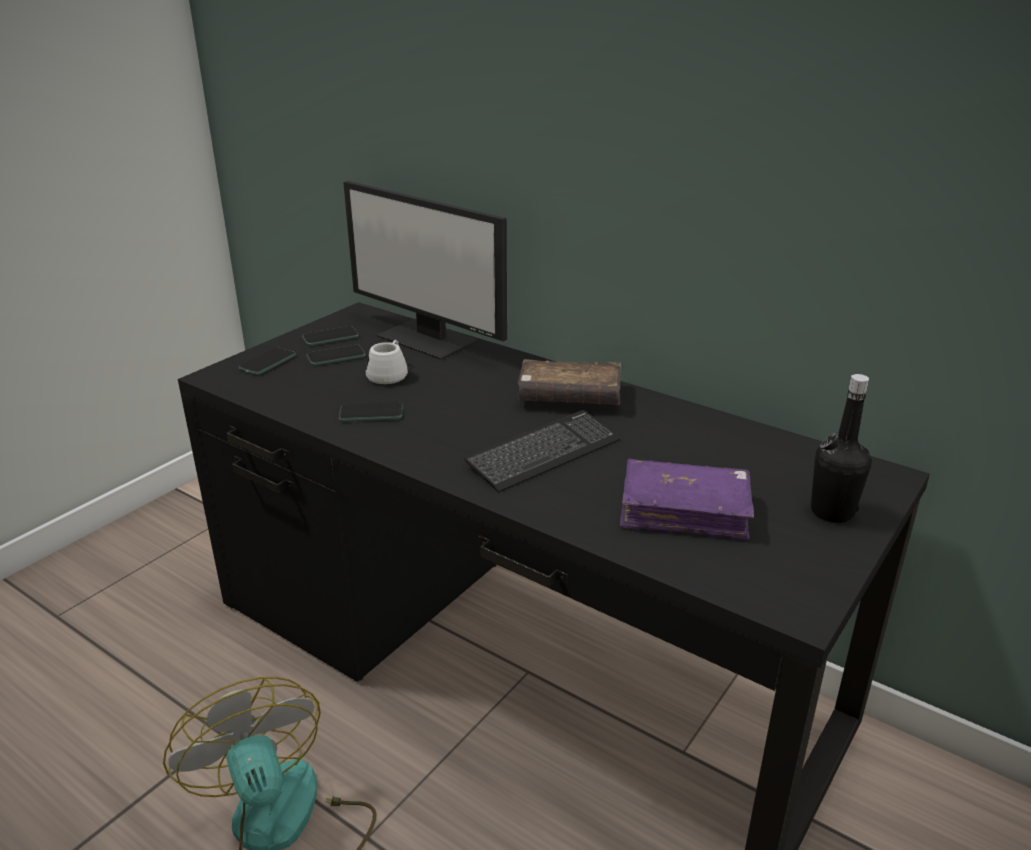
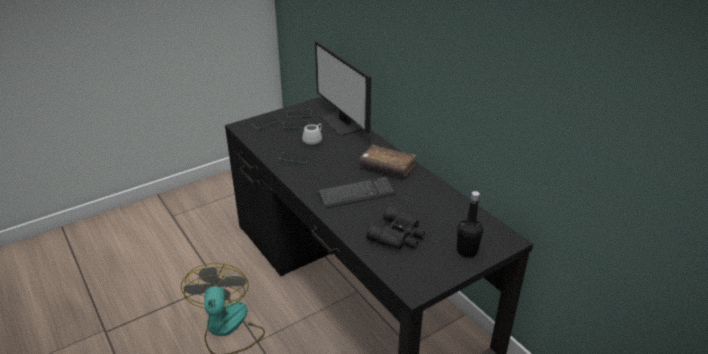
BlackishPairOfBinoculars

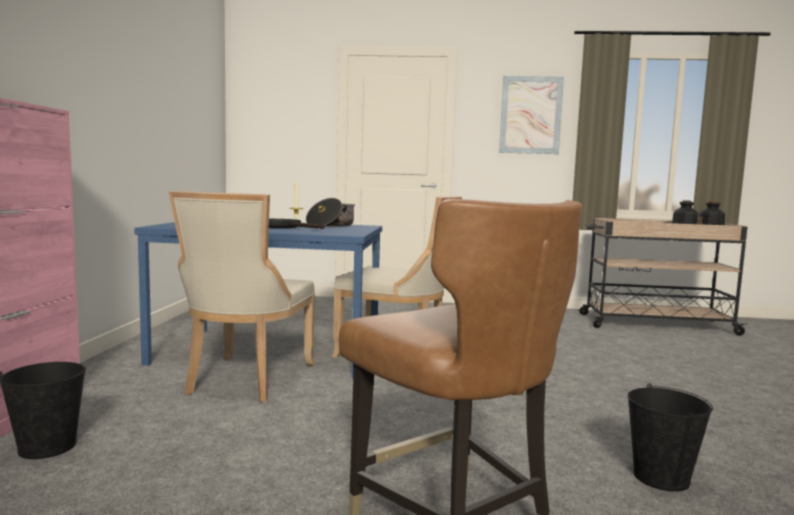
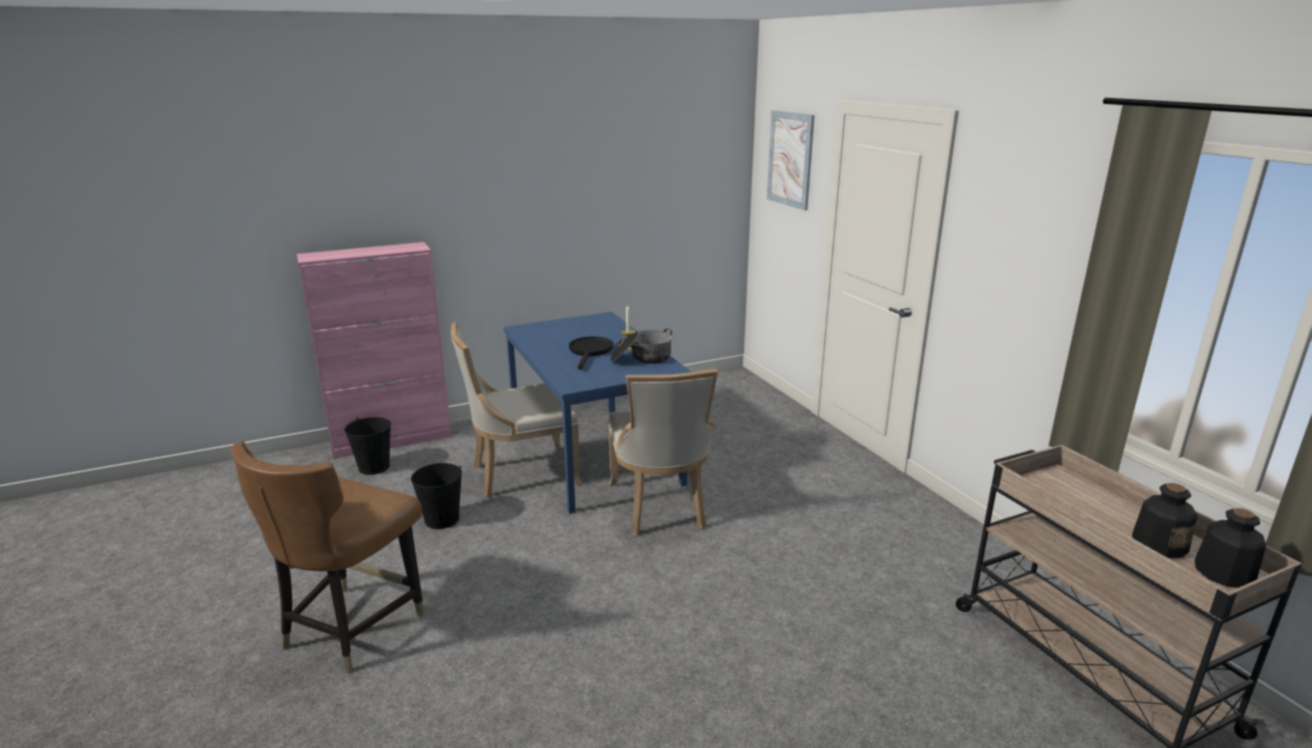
WallArt
BlackishBucket (2nd from left)

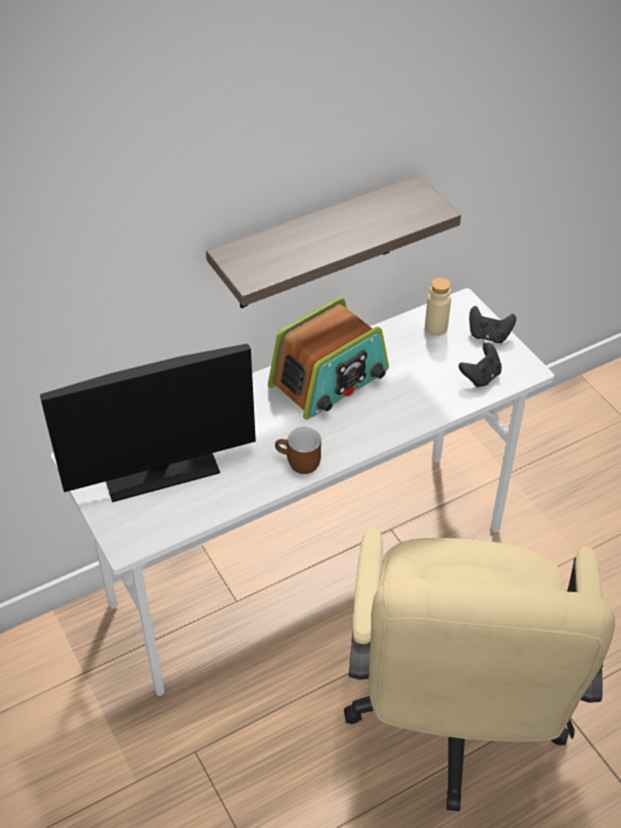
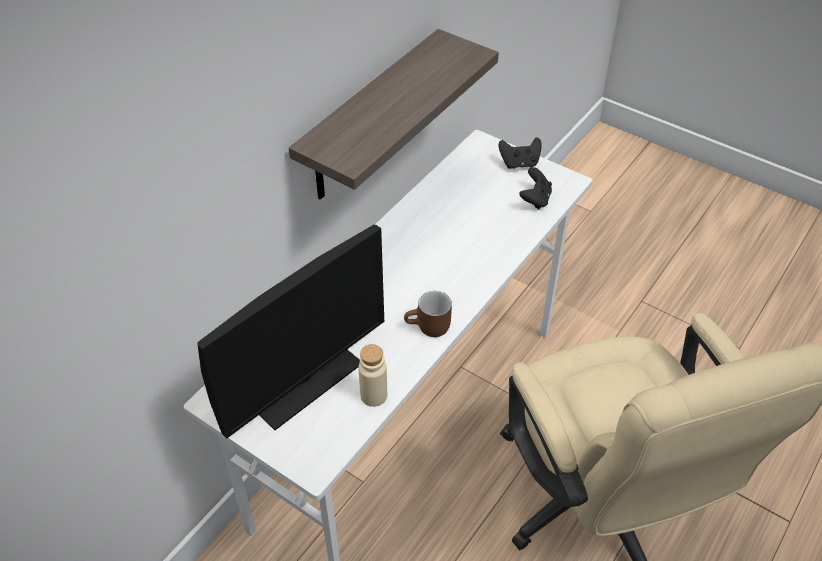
BeigeColouredBottle
RadioReceiver

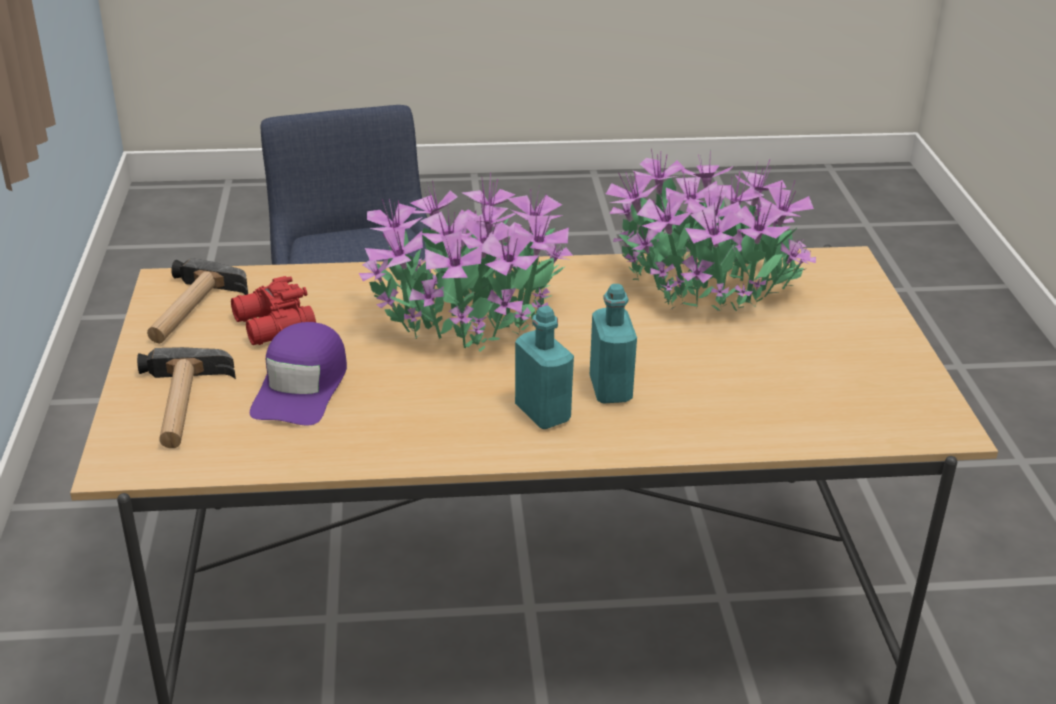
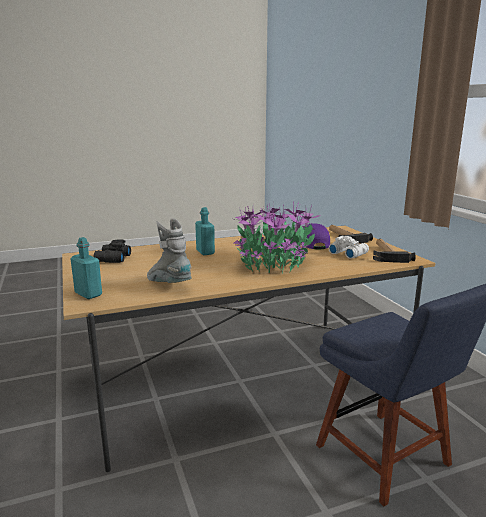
GreyBoot
WhitePairOfBinoculars
BlueGreenBottle (1st from left)
BlackishPairOfBinoculars

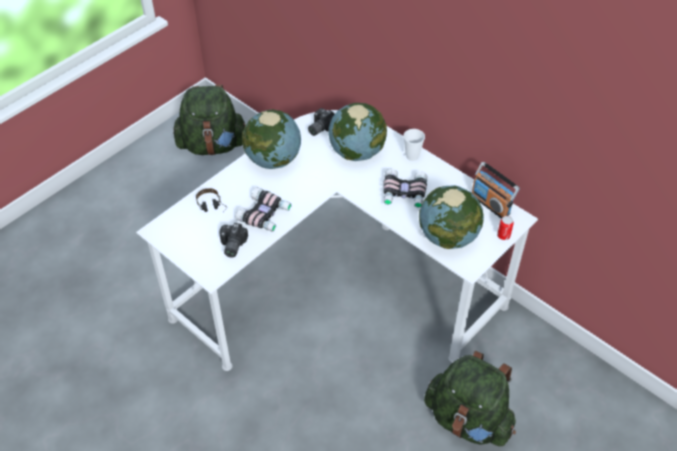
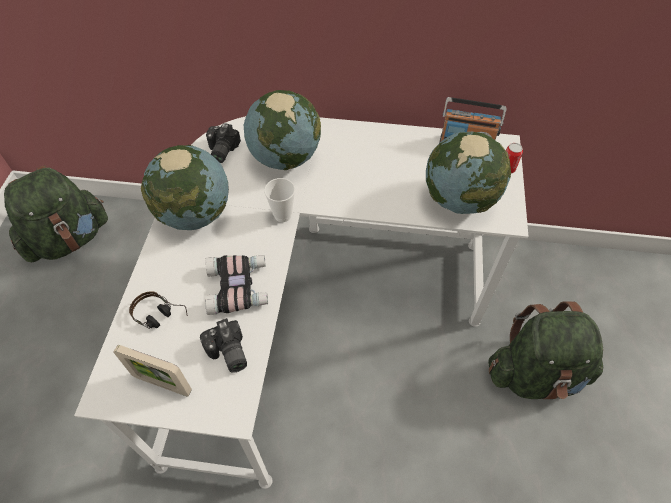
Cup
PairOfBinoculars (2nd from left in the first image)
PictureFrame

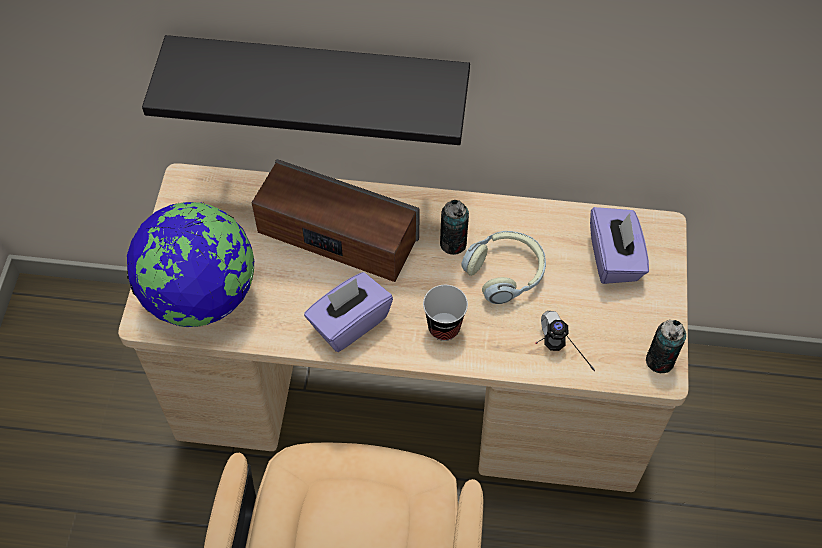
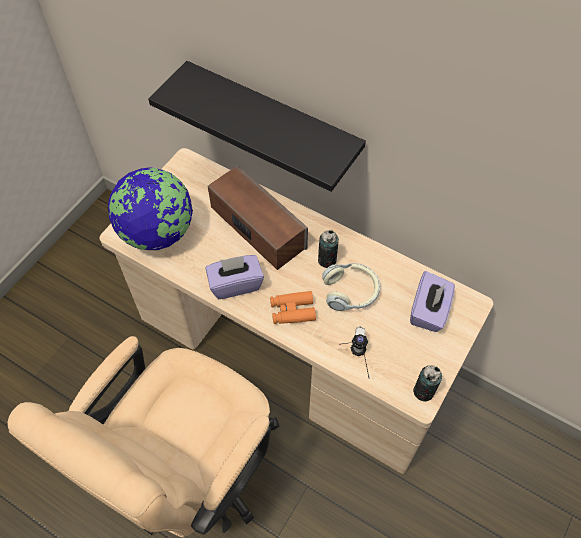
OrangeColouredPairOfBinoculars

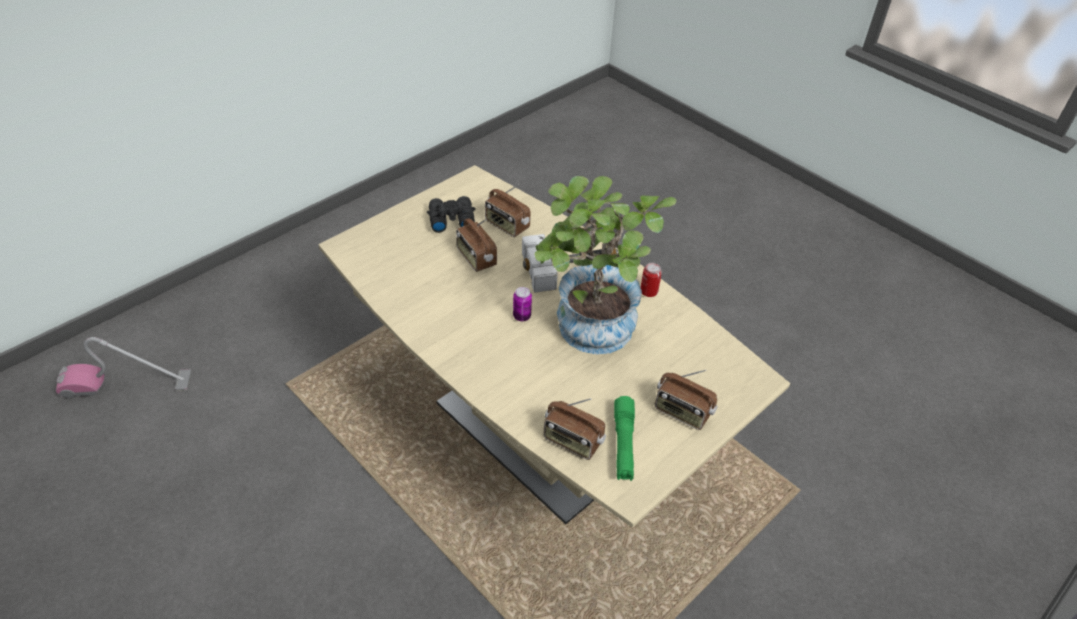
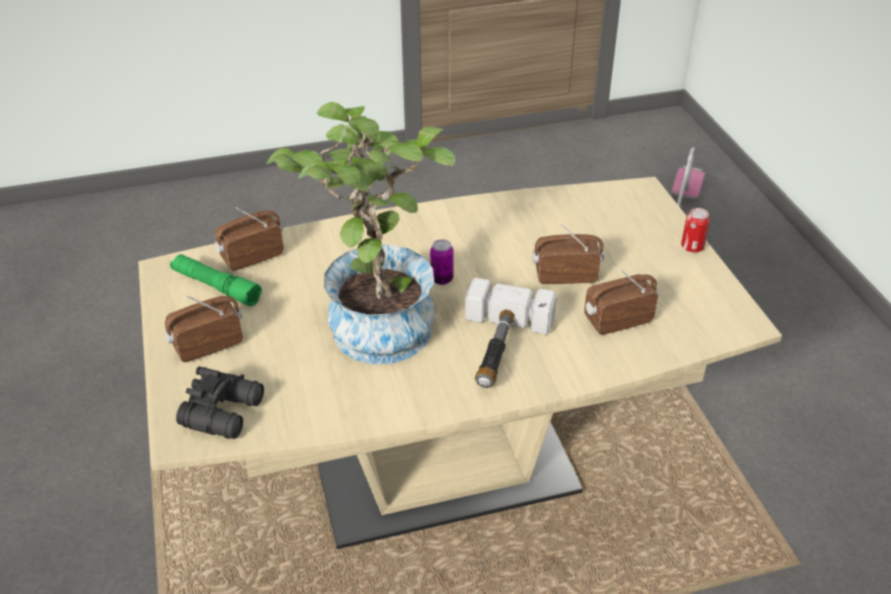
BlackishPairOfBinoculars
Can (2nd from left)

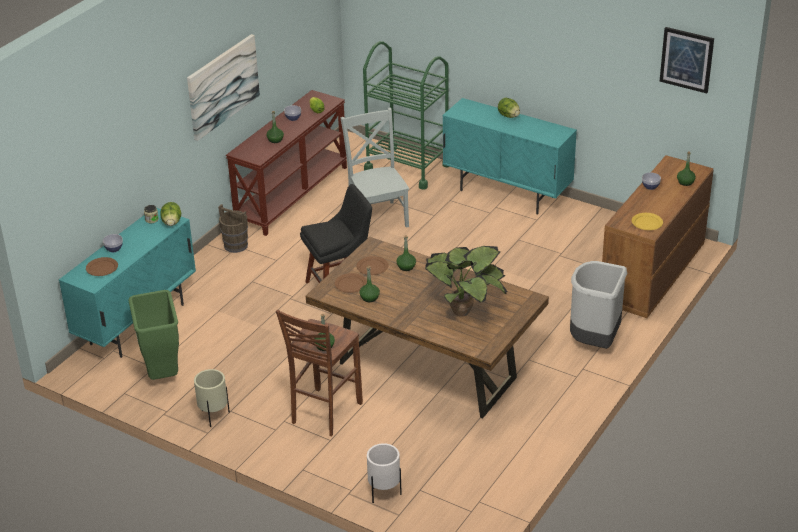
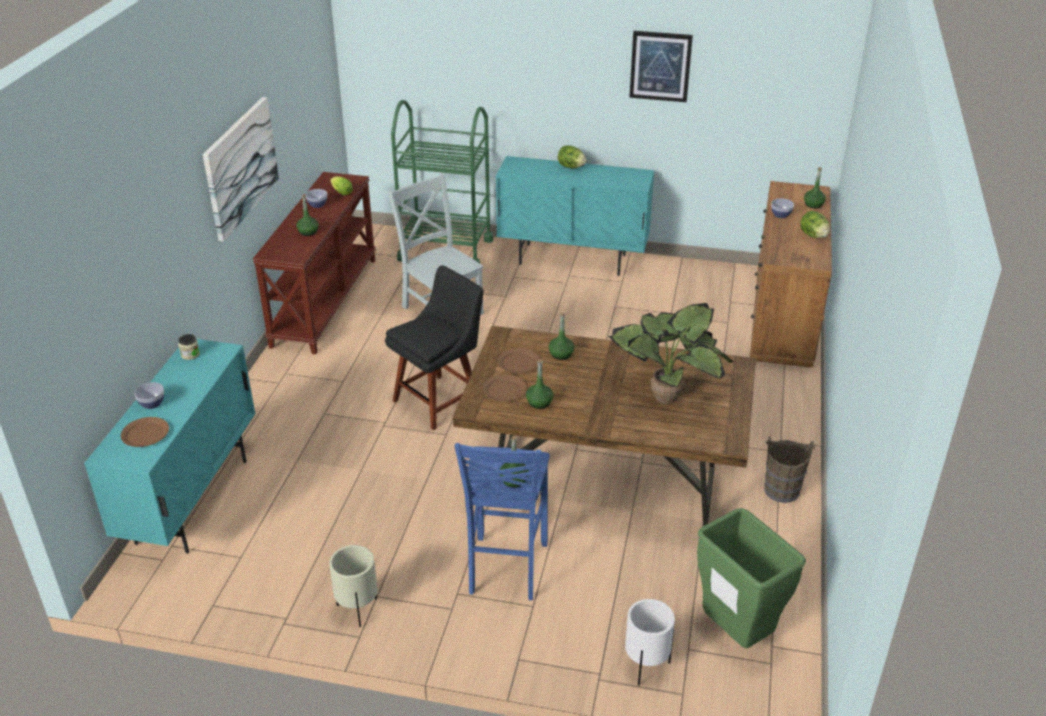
WallArt (2nd from left)
LettuceHead (3rd from left)
BrownColouredBucket
YellowDinnerPlate
GreyWasteBin
GreenishWasteBin
BlueStoolSeat

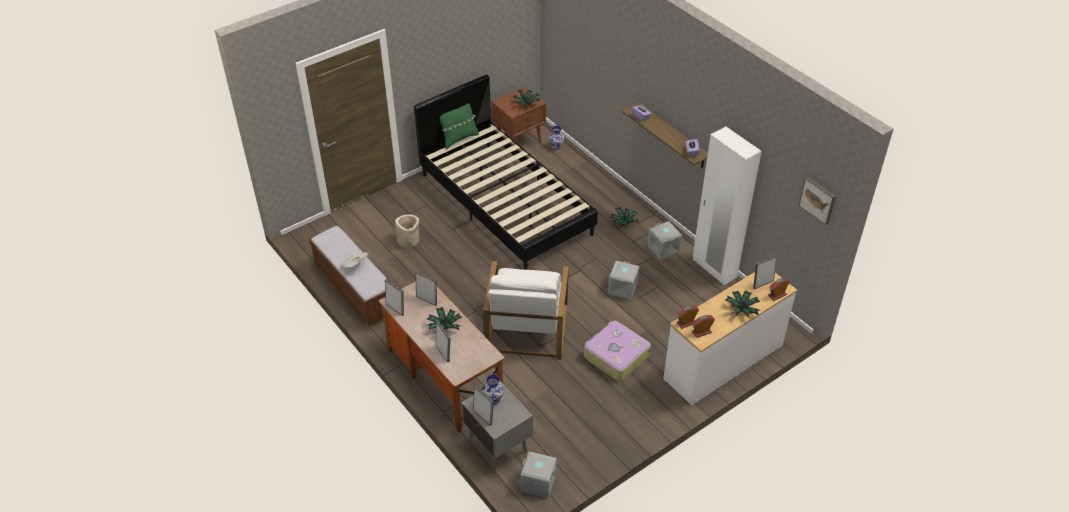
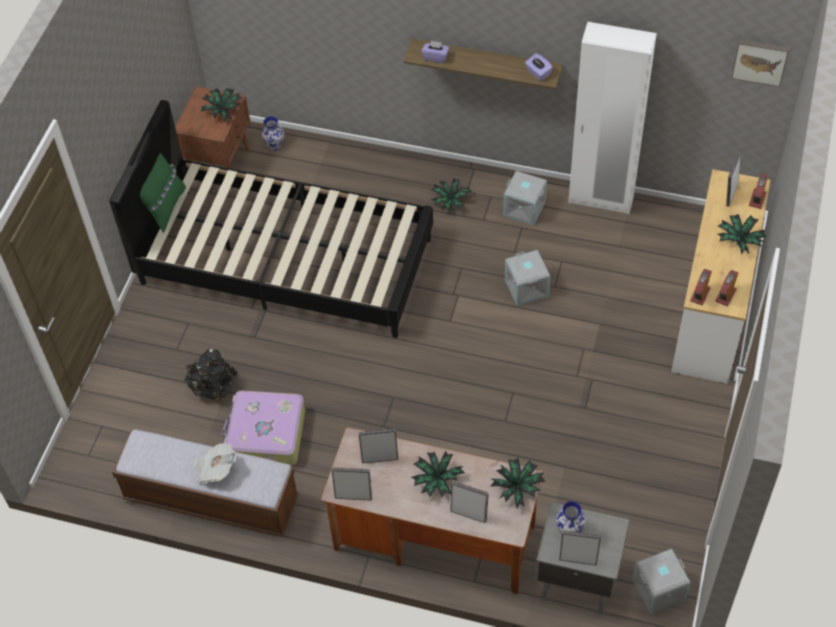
BlackishKnapsack
WhiteLoungeChair
PieceOfLuggage
PottedPlant (4th from left)

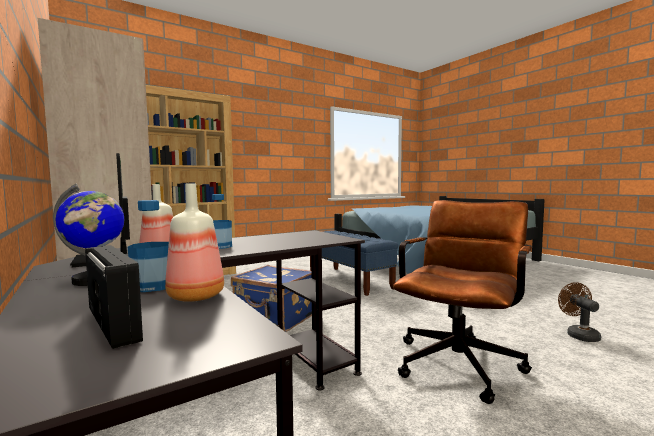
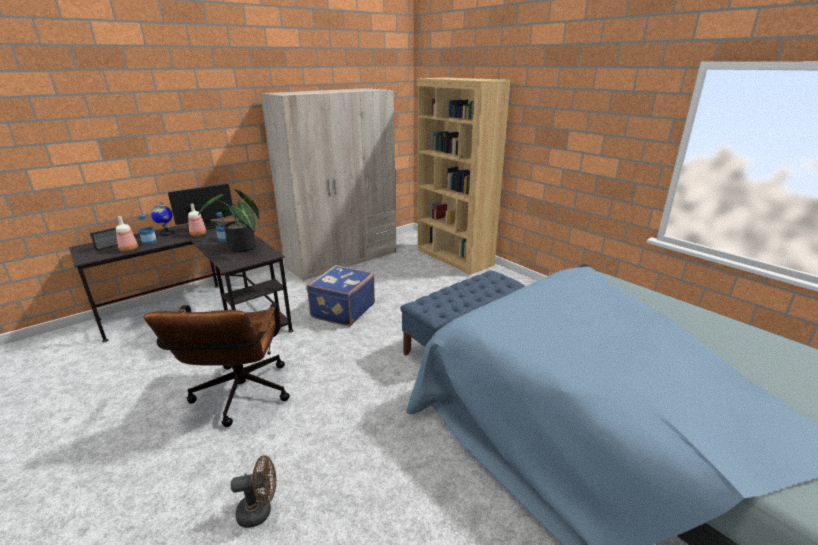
BrownColouredComputerChair
PottedPlant

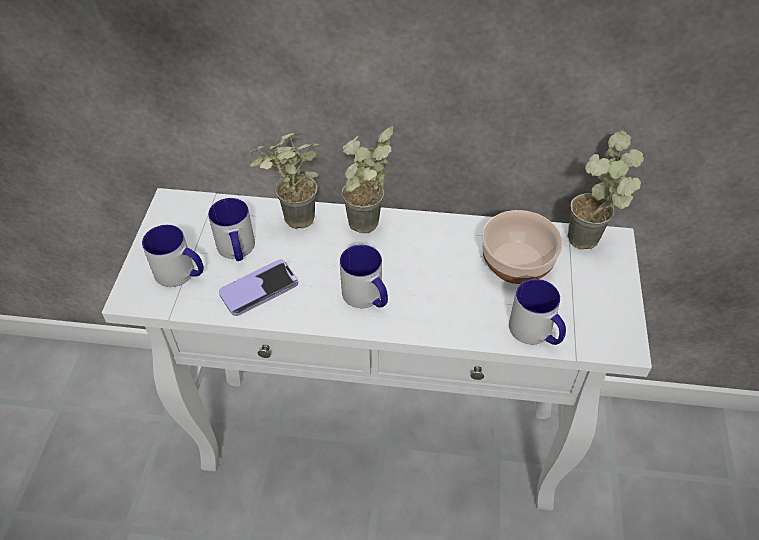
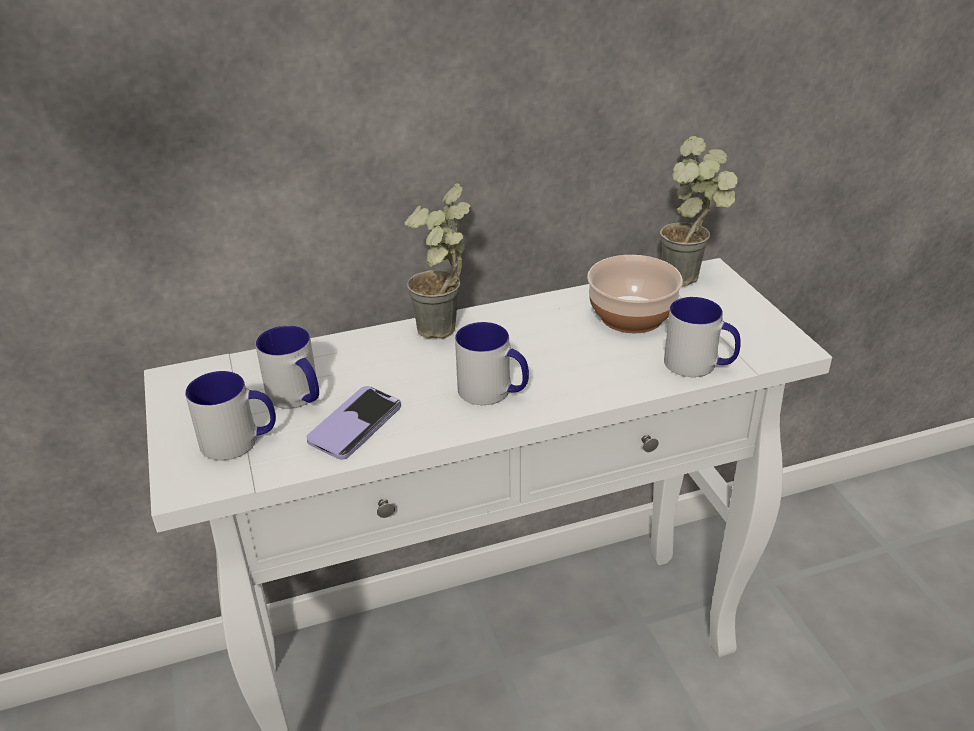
PottedPlant (1st from left in the first image)

